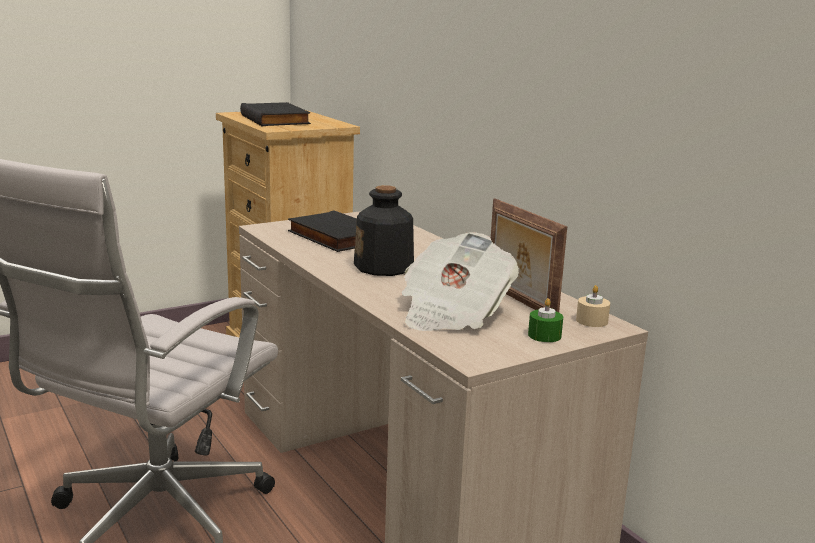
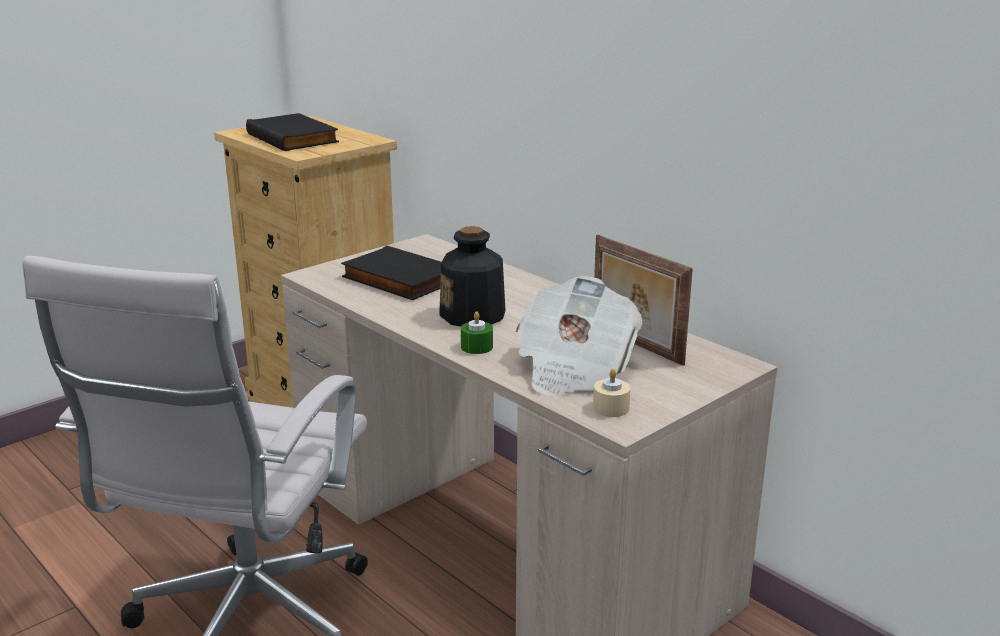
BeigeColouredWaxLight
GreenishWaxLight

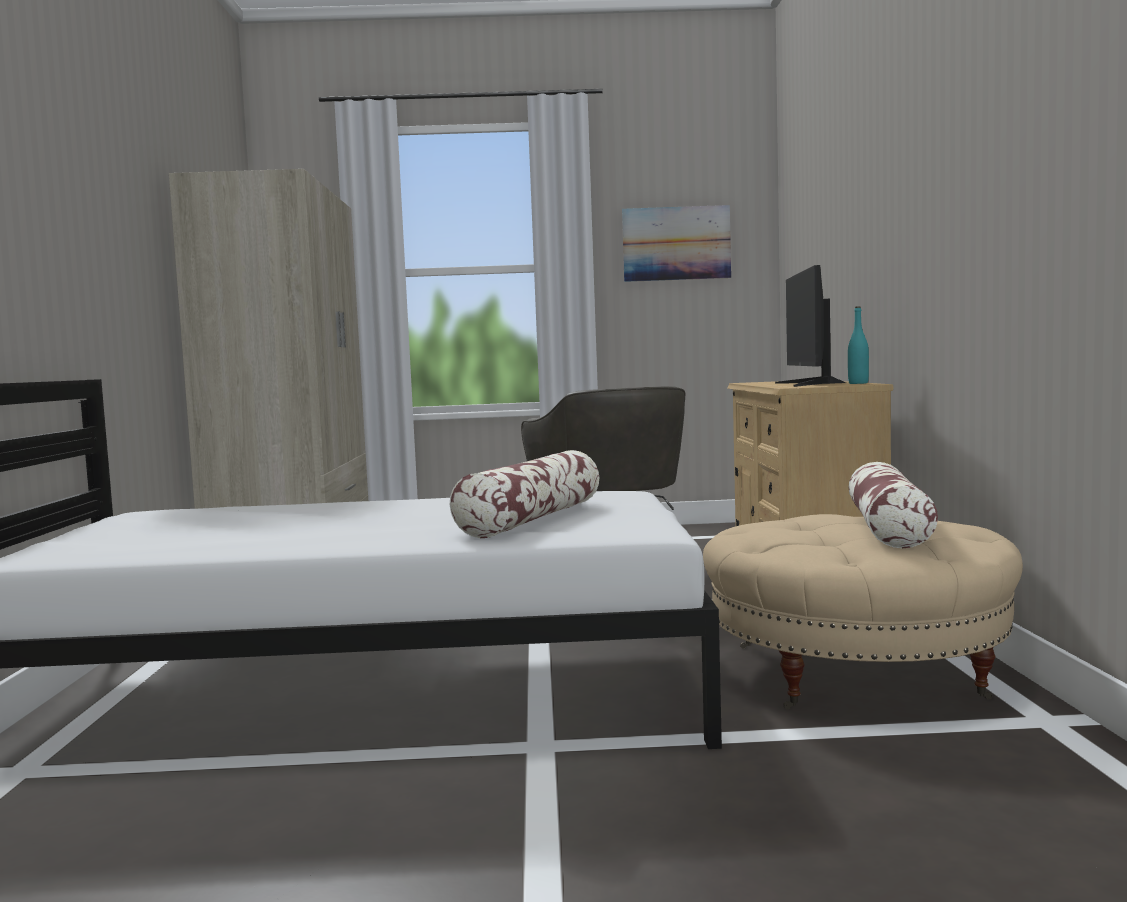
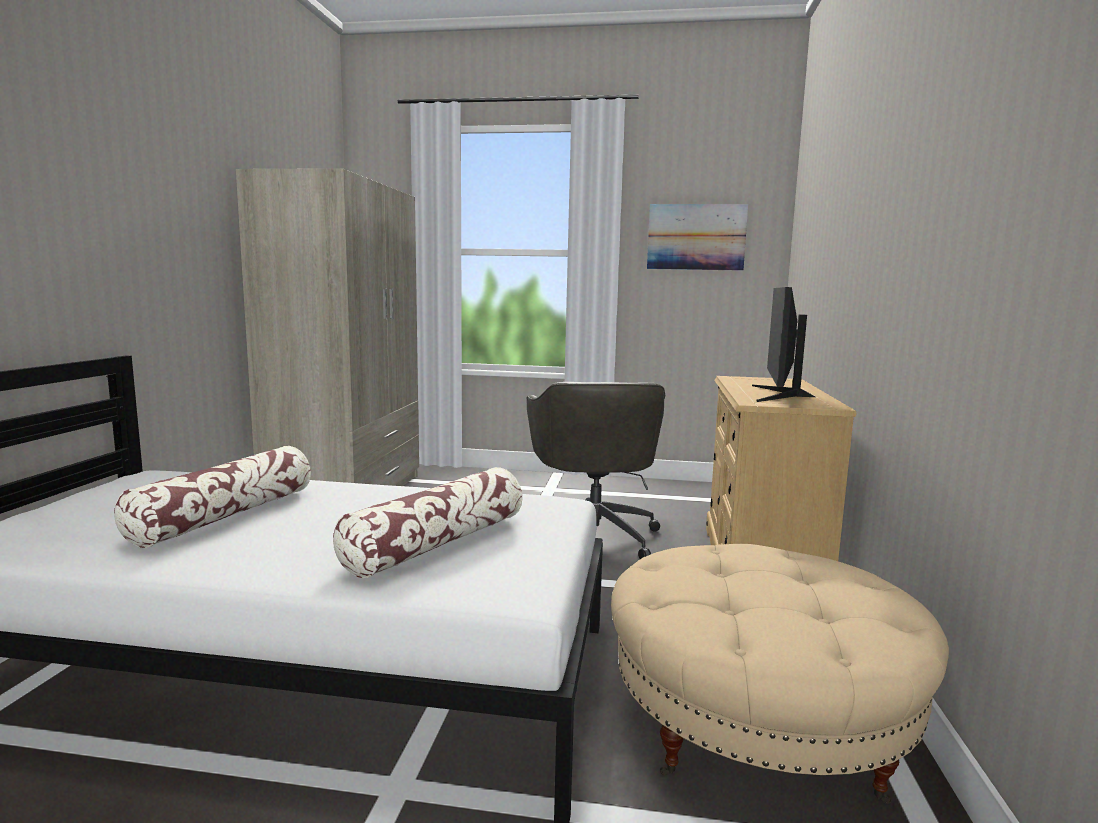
BlueGreenBottle
Pillow (1st from left)

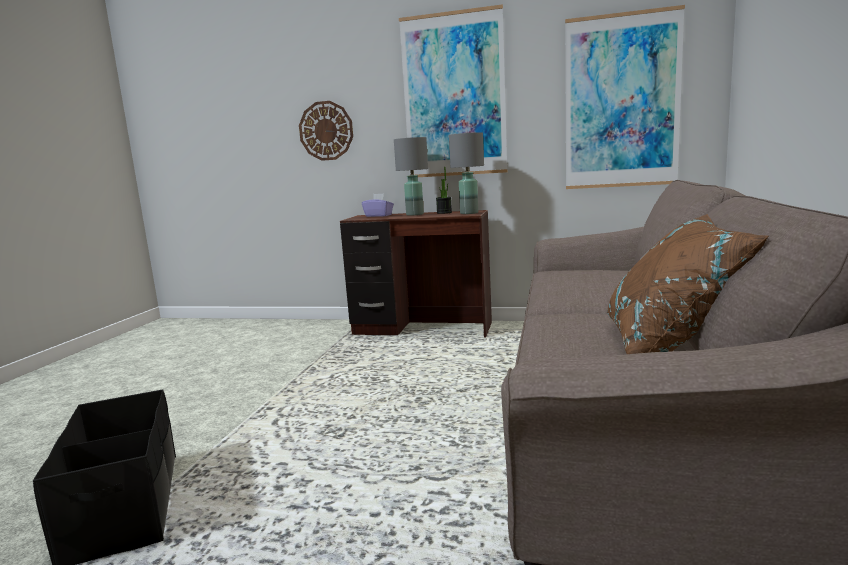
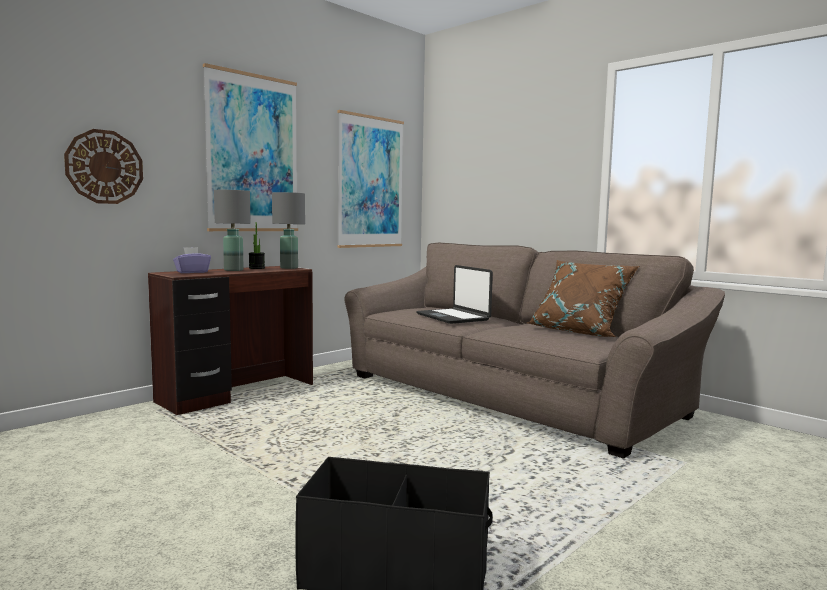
PortableComputer

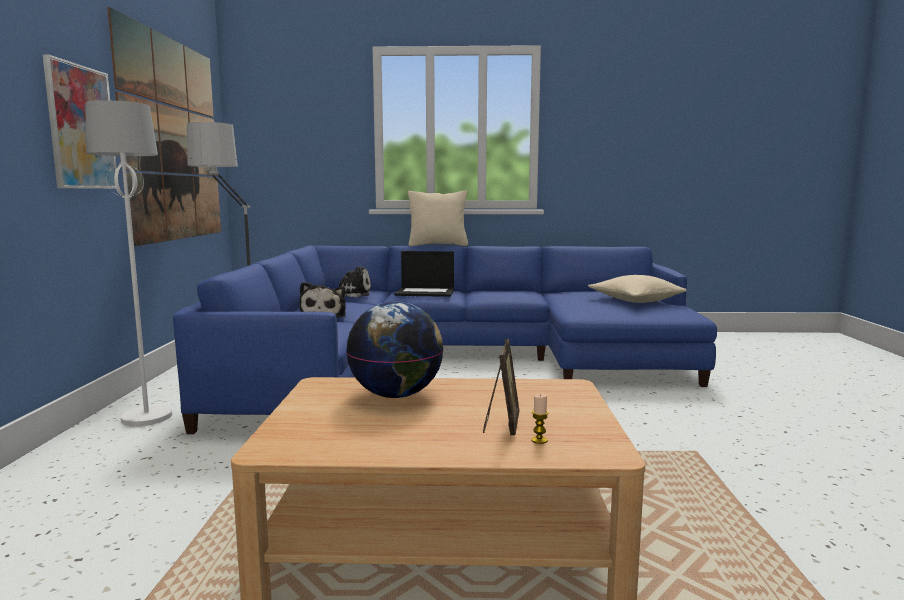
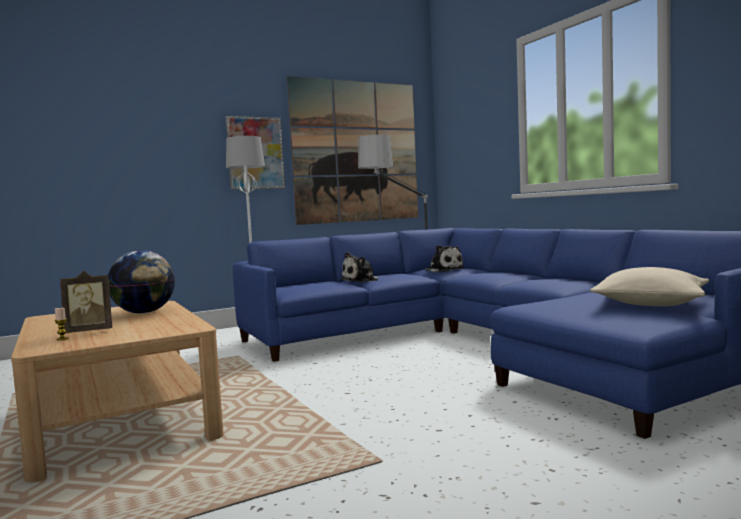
BeigeColouredPillow (1st from left in the first image)
PortableComputer

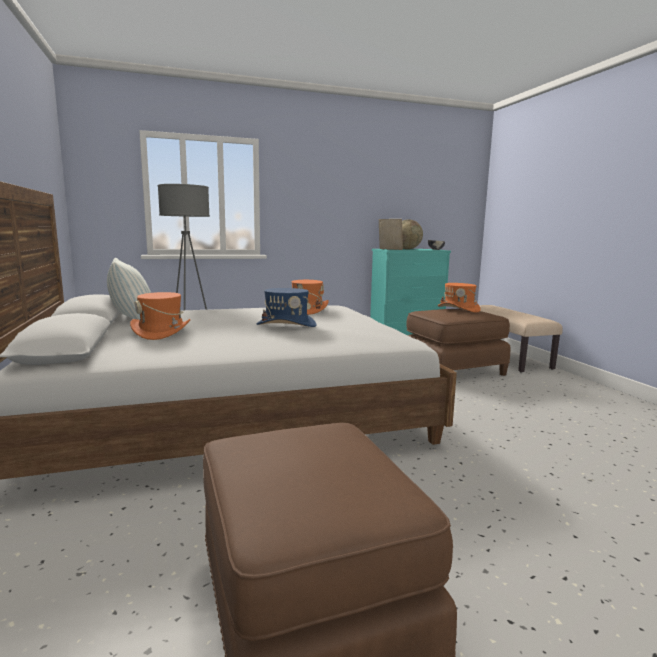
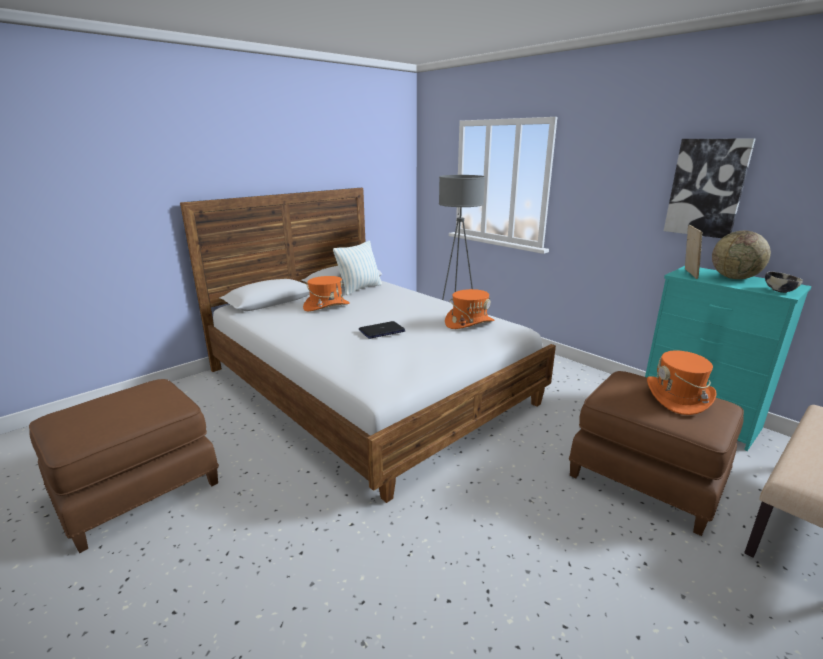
PortableComputer
WallArt

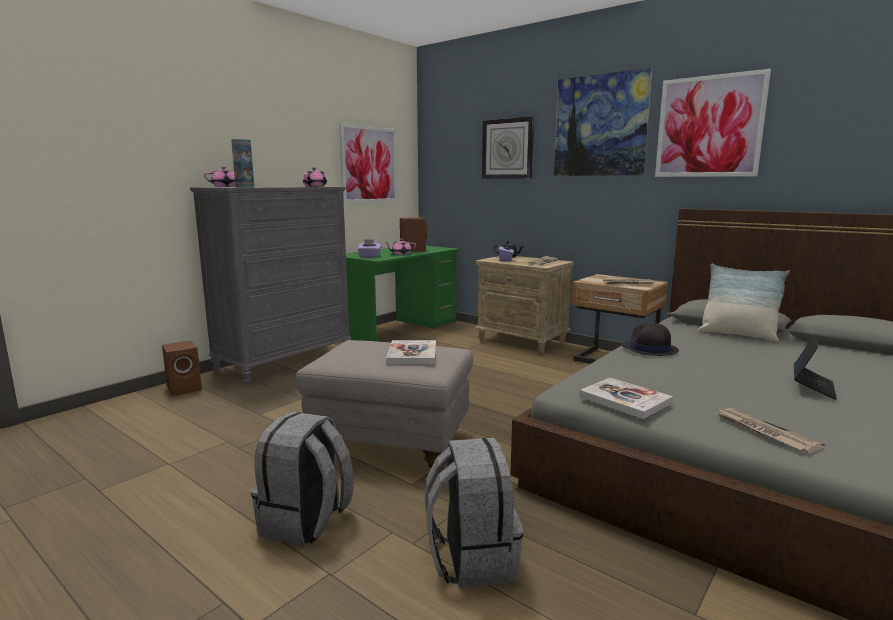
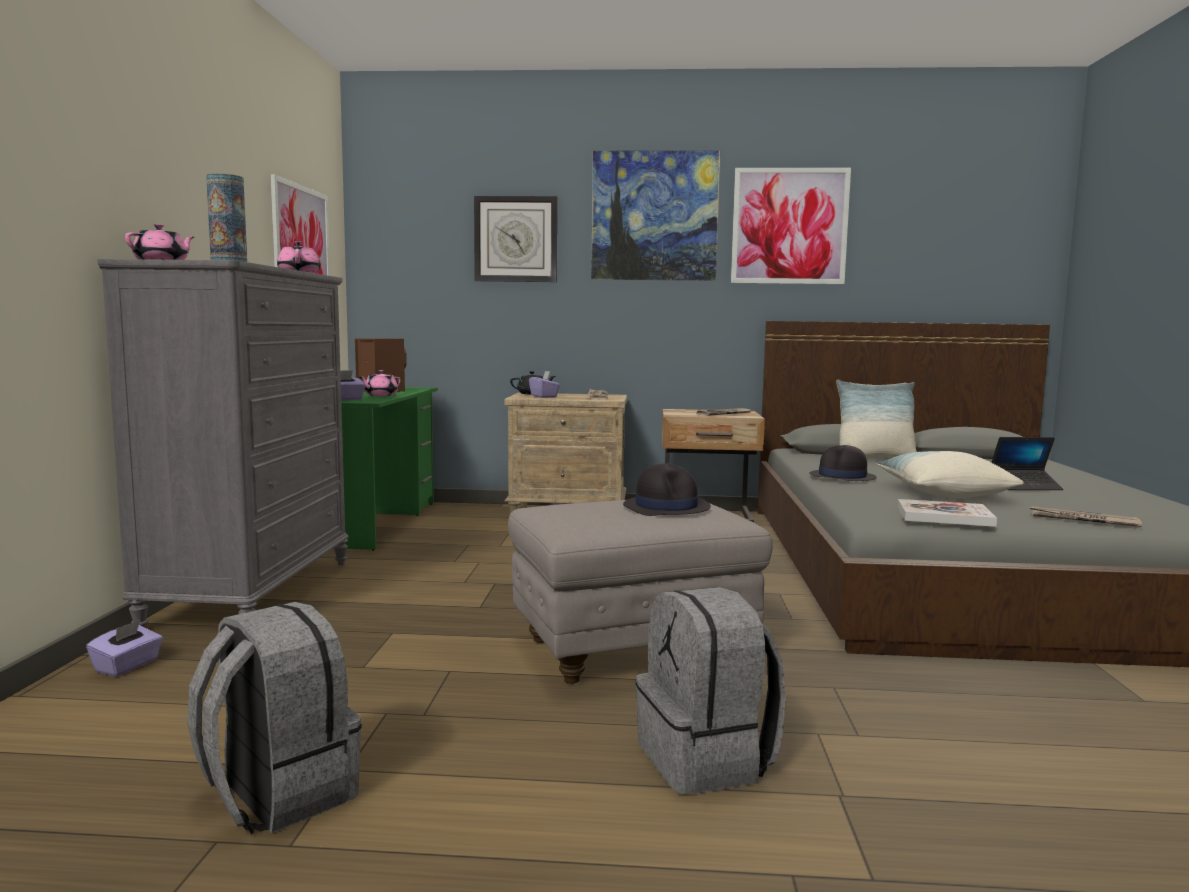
PortableComputer
BlackishWearableHat (1st from left)
PurplishBoxOfTissues (1st from left)
GreyKnapsack (1st from left)
Pillow (2nd from left)

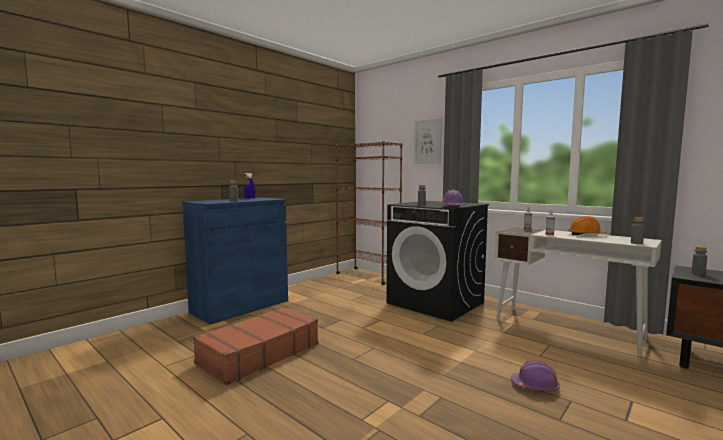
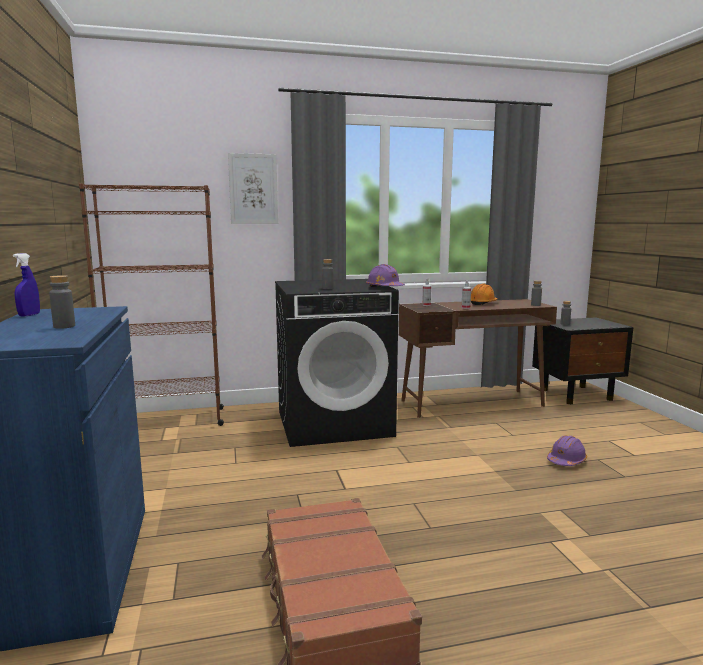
BrownColouredDeskUnit

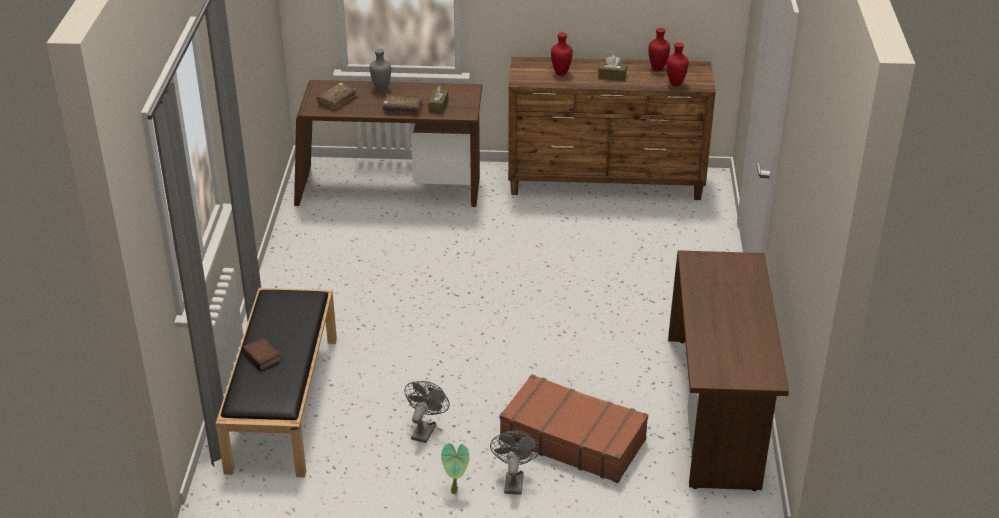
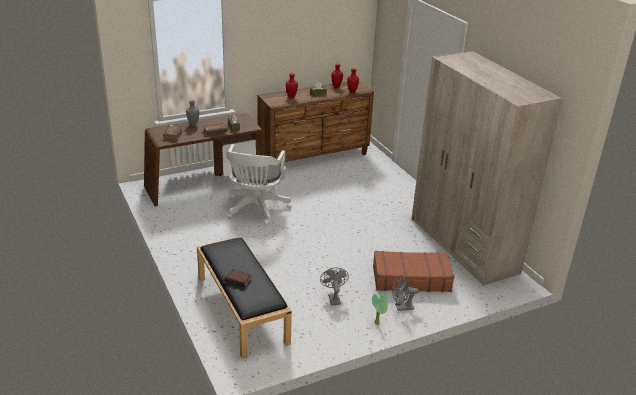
BeigeColouredWardrobe
GreyElectricFan (2nd from left)
WhiteComputerChair

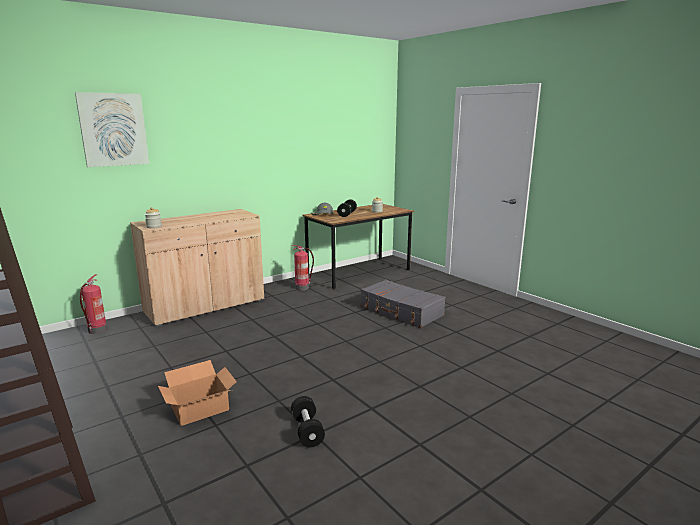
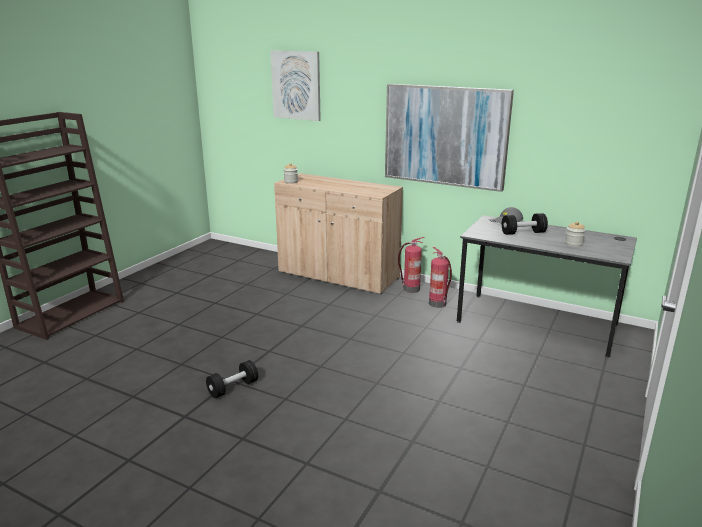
GreyDeskUnit
FireFightingCylinder (1st from left)
GreyPieceOfLuggage
Carton
BlackishDumbbell (1st from left)
WallArt (2nd from left)

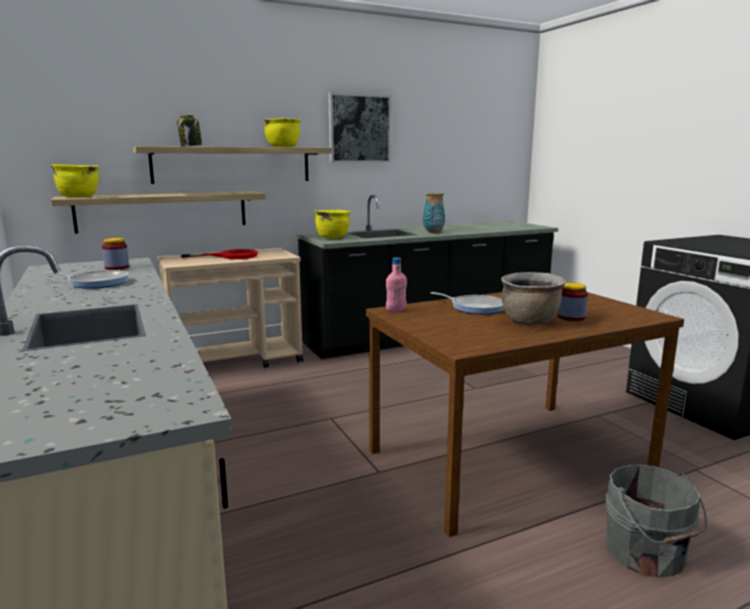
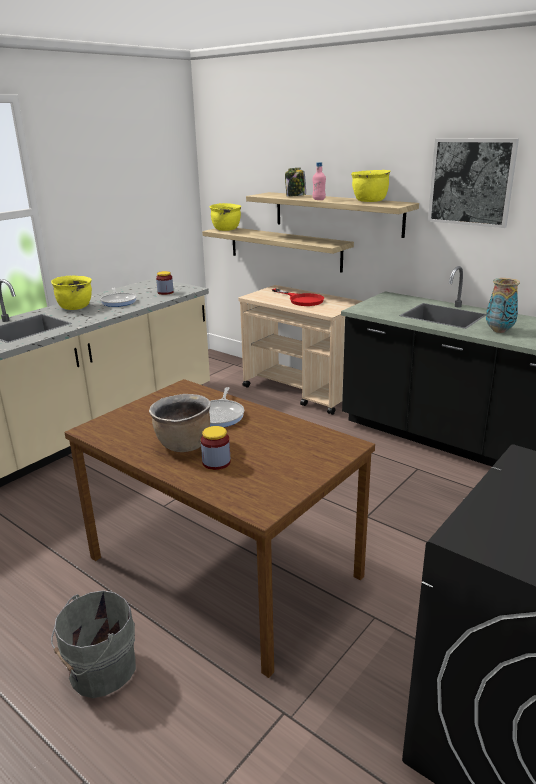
YellowSaucepot (1st from left)
PinkishBottle

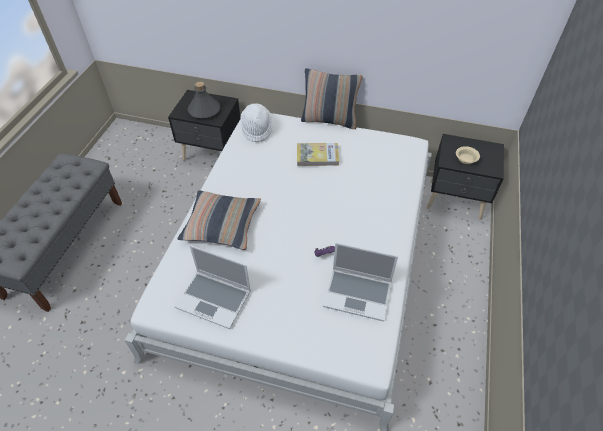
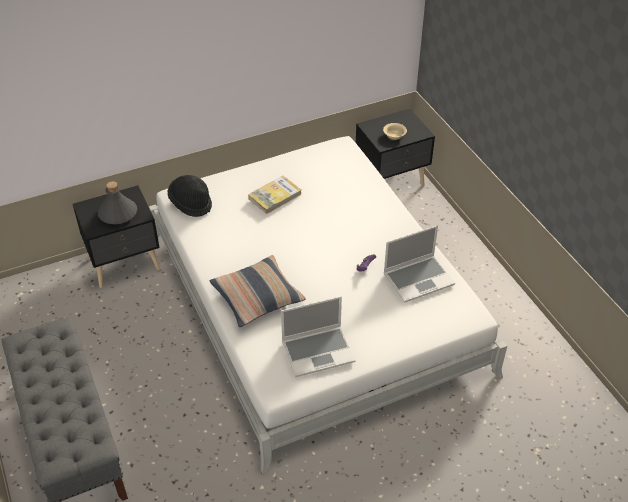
Pillow (2nd from left in the first image)
BlackishWearableHat

